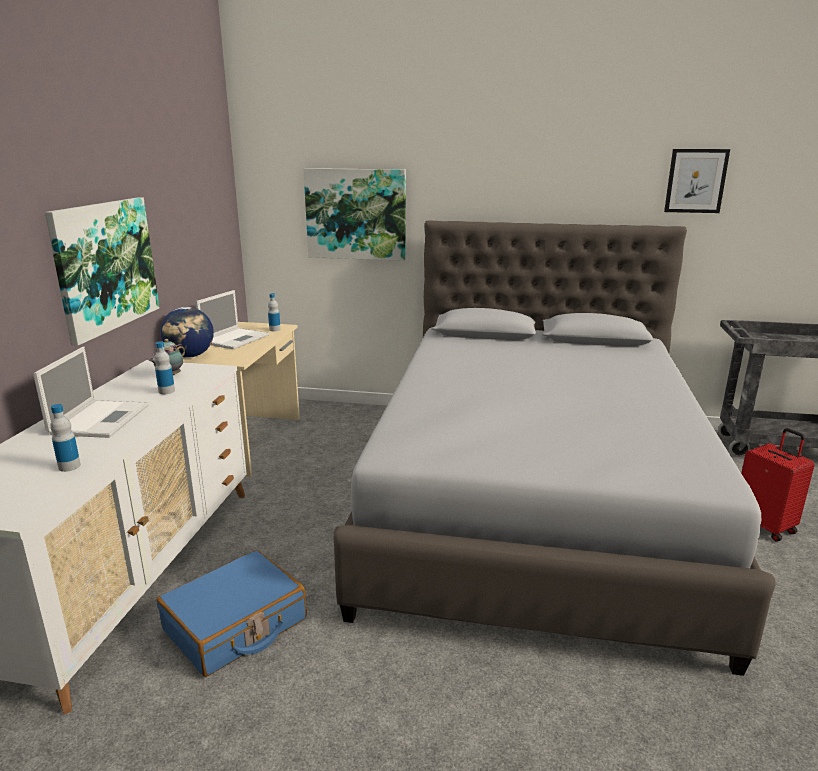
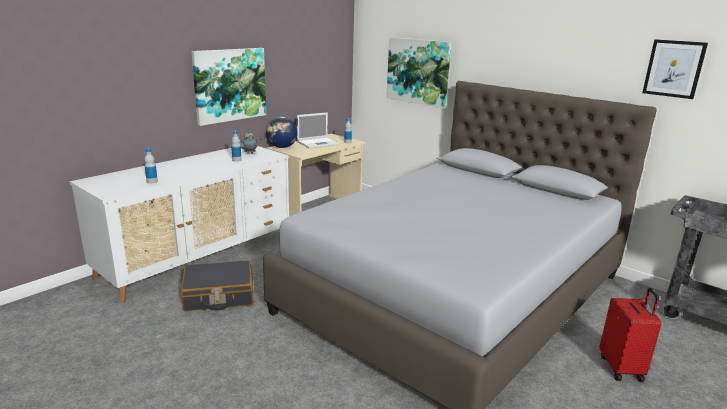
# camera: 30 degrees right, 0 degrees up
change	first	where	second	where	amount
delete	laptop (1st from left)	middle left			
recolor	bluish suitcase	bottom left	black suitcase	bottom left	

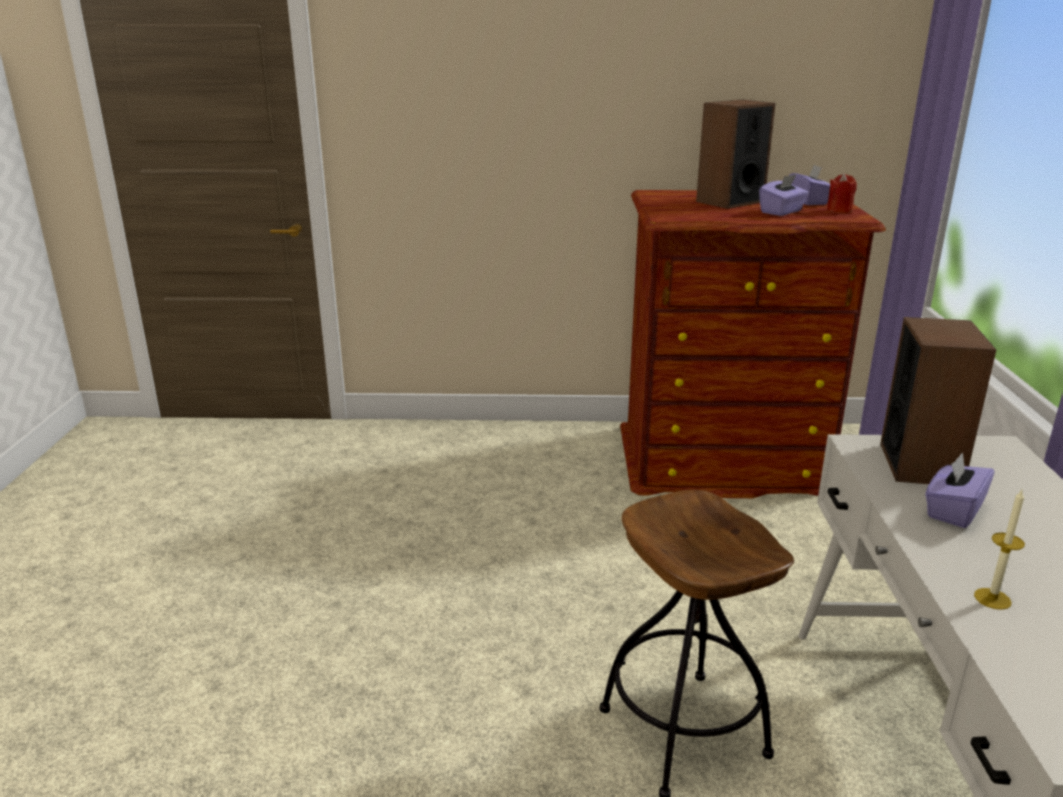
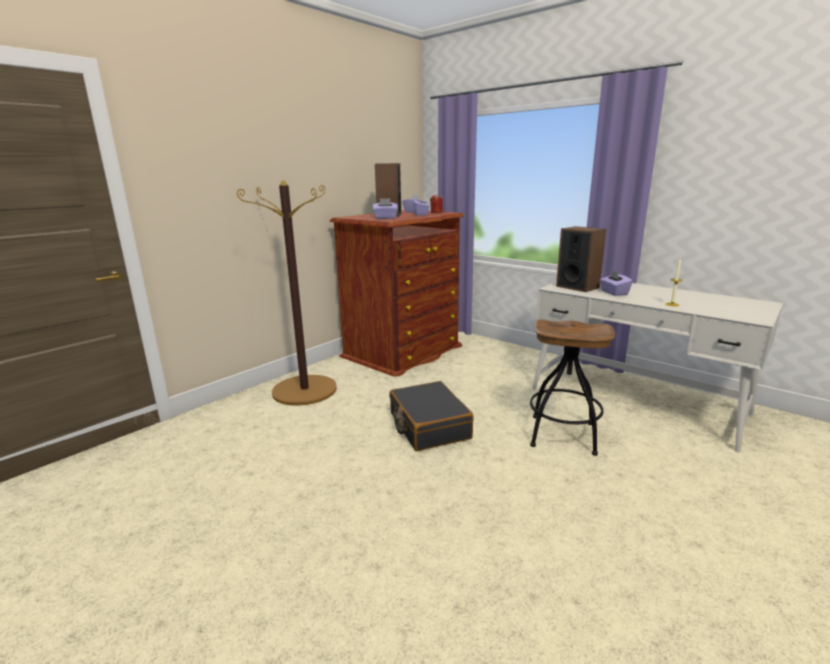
# camera: 50 degrees left, 5 degrees down
change	first	where	second	where	amount
insert			brown-coloured clothes rack	centre	
insert			purple-coloured box of tissues (1st from left)	top centre	
insert			black suitcase	centre	

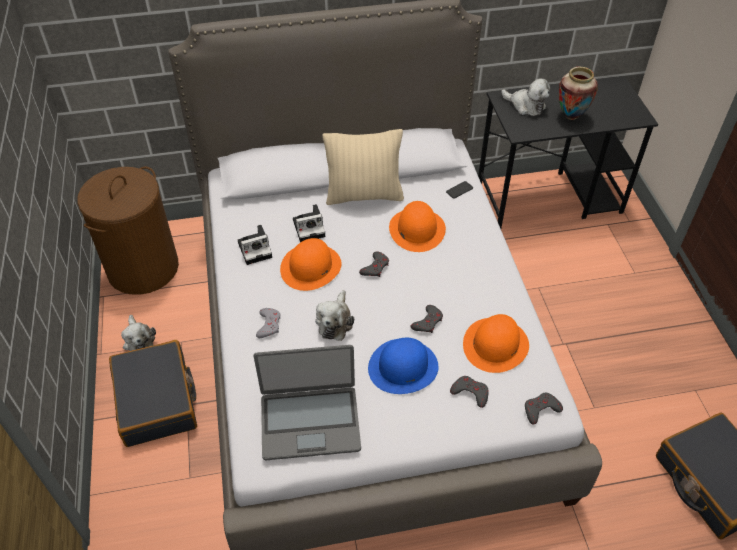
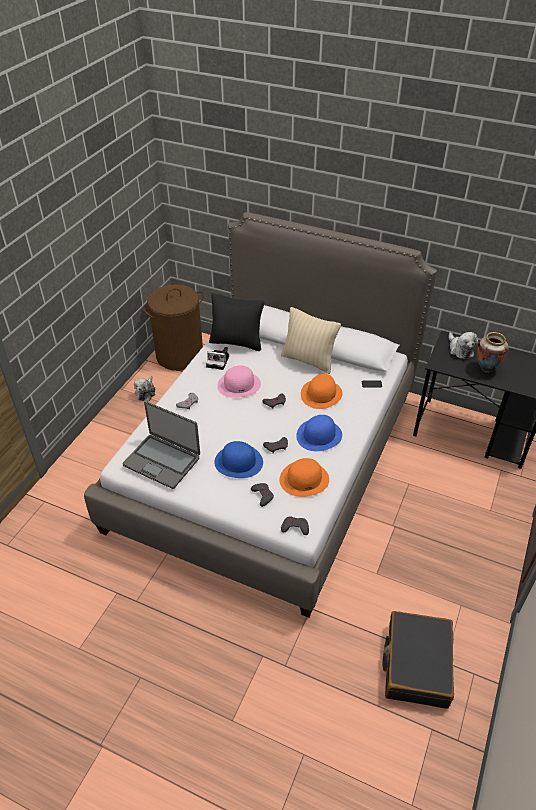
# camera: 35 degrees right, 5 degrees down
change	first	where	second	where	amount
delete	photo camera (2nd from left)	centre			
recolor	orangey clothing hat (1st from left)	centre	pink clothing hat	centre	
delete	soft toy (2nd from left)	centre			
delete	black suitcase (1st from left)	bottom left			
insert			black pillow	centre	
insert			bluish clothing hat (2nd from left)	centre	

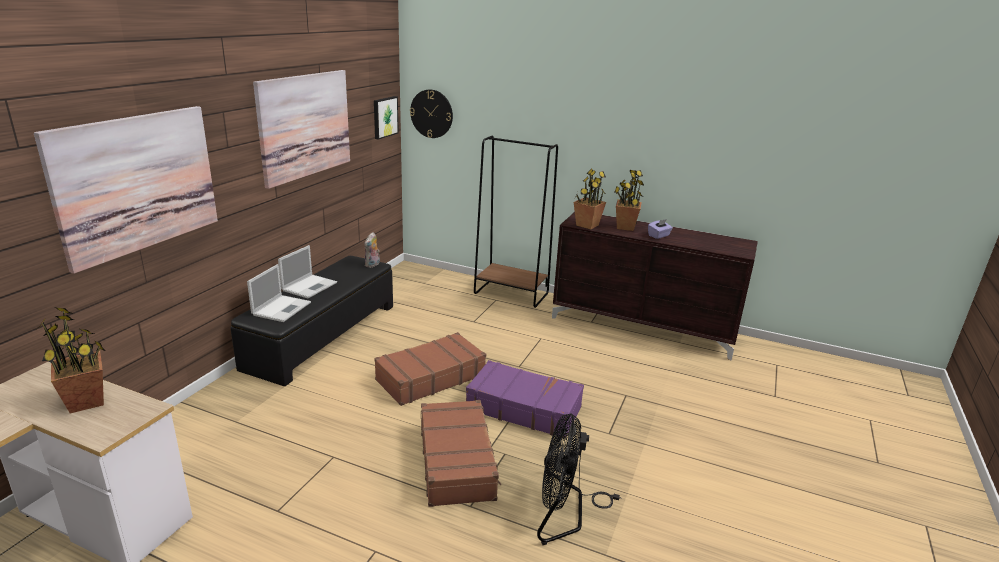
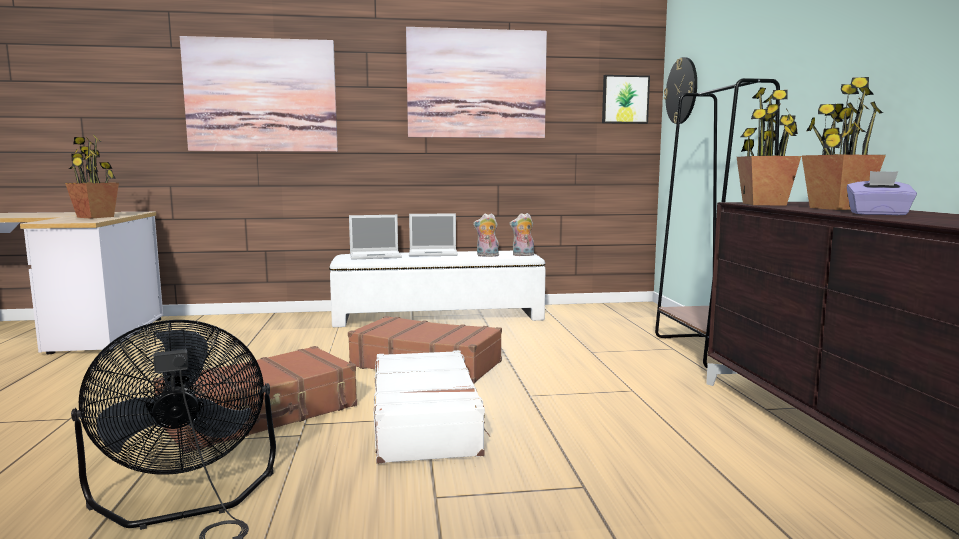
# camera: 60 degrees right, 15 degrees down
change	first	where	second	where	amount
recolor	black bench	middle left	white-coloured bench	centre	
recolor	purple-coloured suitcase	bottom centre	white-coloured suitcase	bottom centre	
insert			soft toy (1st from left)	centre	

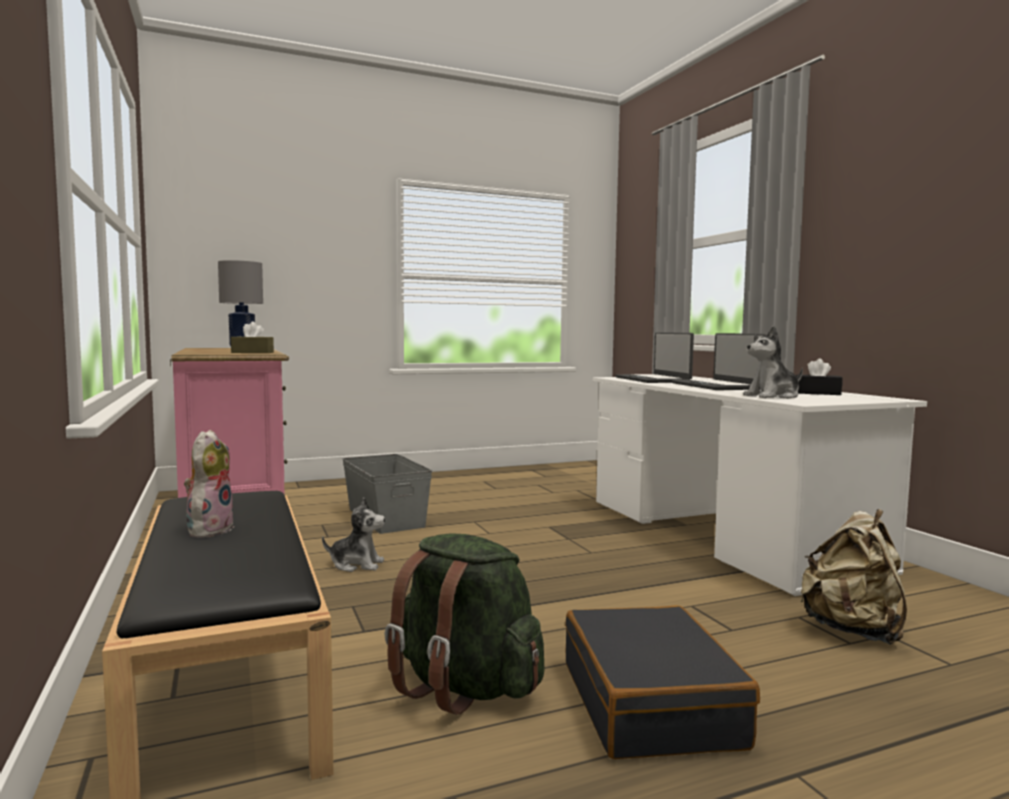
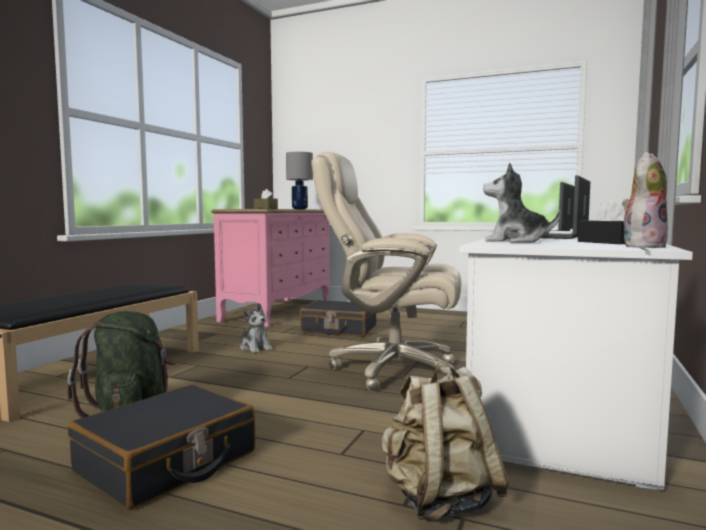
# camera: 45 degrees right, 0 degrees up
change	first	where	second	where	amount
move	soft toy (1st from left in the first image)	middle left	soft toy (3rd from left)	middle right	
replace	grey storage container	centre	black suitcase (2nd from left)	centre	
insert			beige-coloured office chair	centre	

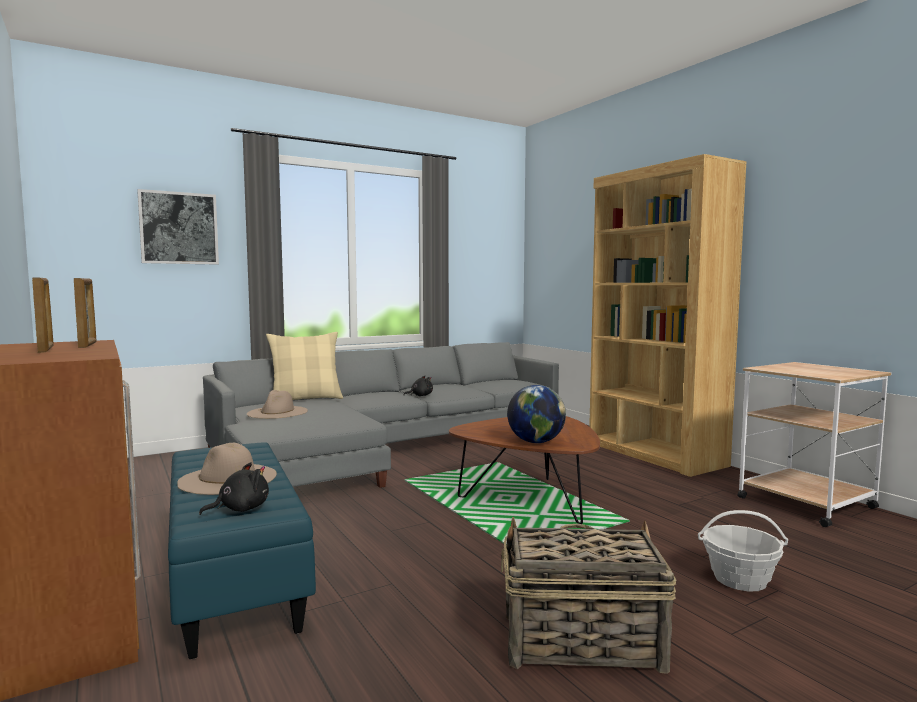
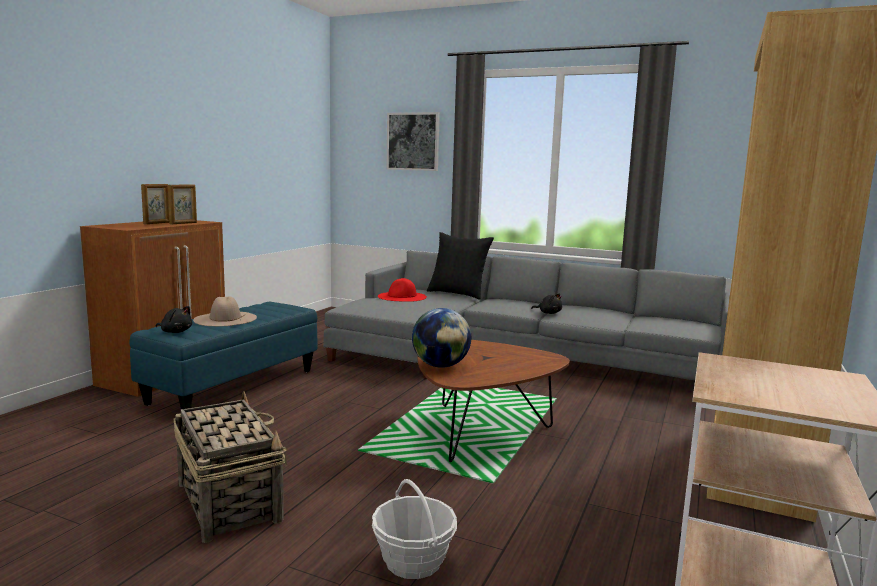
# camera: 55 degrees right, 5 degrees up
change	first	where	second	where	amount
recolor	beige-coloured pillow	middle left	black pillow	centre	
recolor	beige-coloured clothing hat (2nd from left)	middle left	reddish clothing hat	centre	

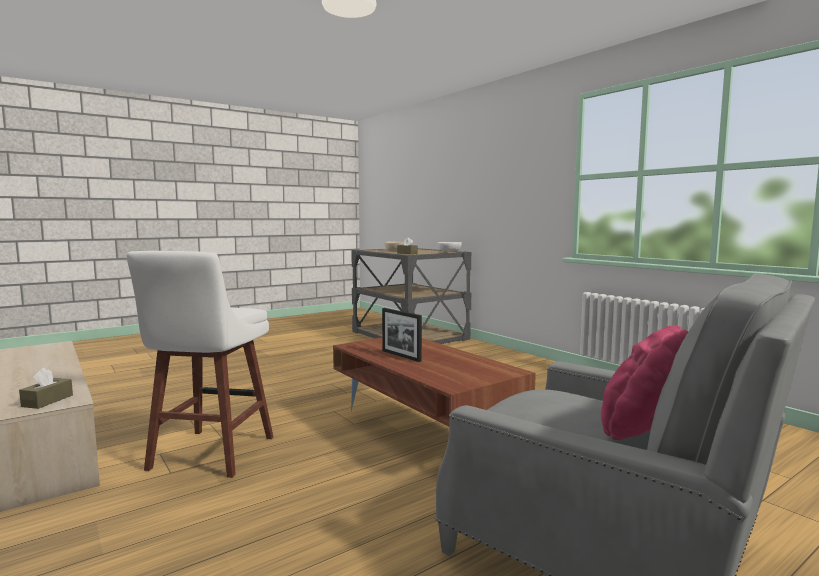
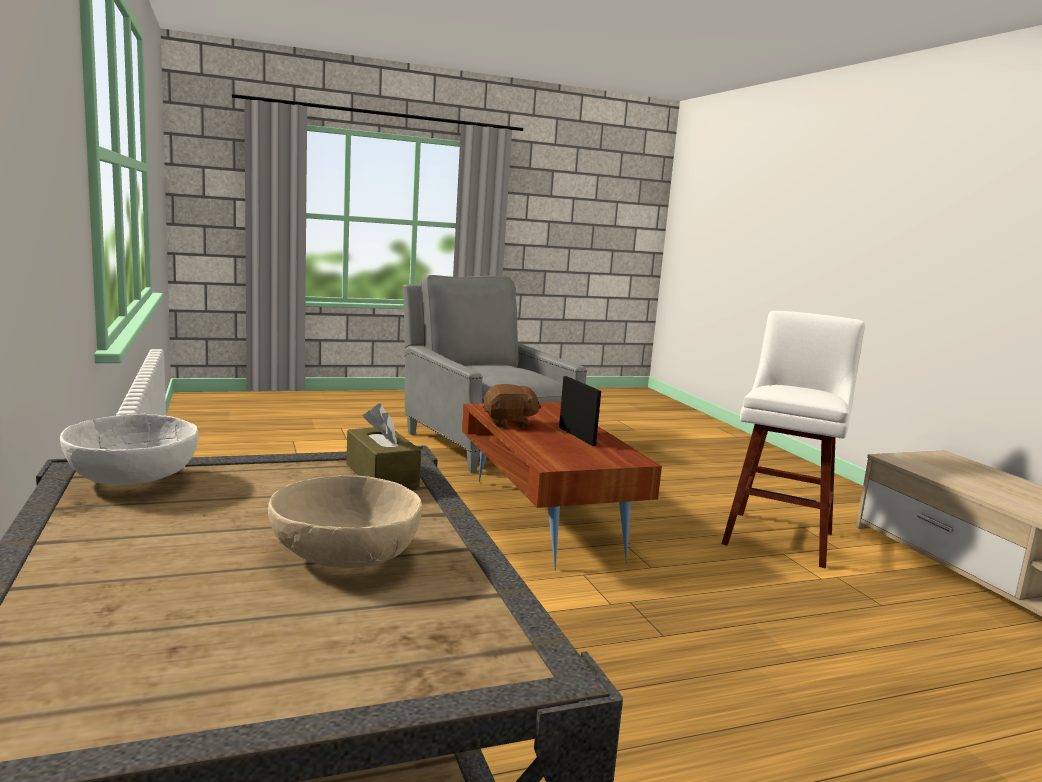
# camera: 165 degrees left, 5 degrees up
change	first	where	second	where	amount
delete	pink pillow	middle right			
delete	brown-coloured box of tissues (1st from left)	bottom left			
insert			brown-coloured soft toy	centre	

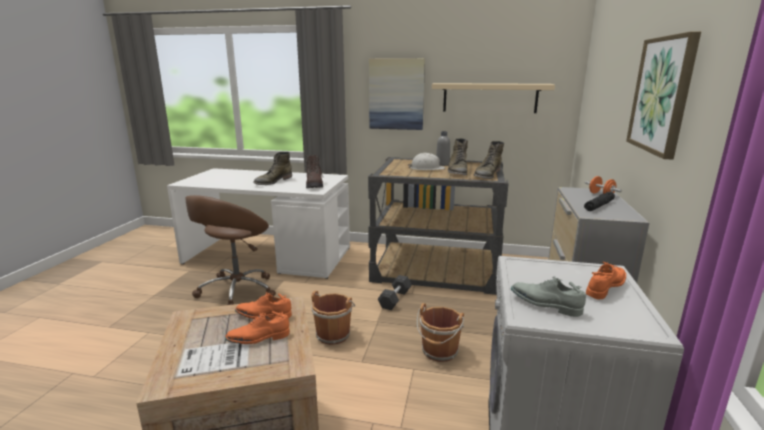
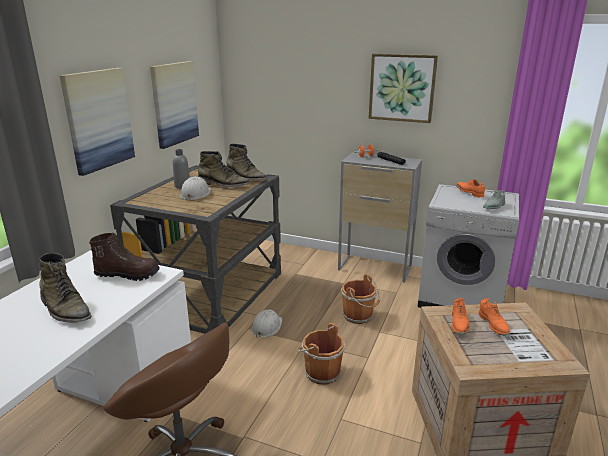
# camera: 80 degrees left, 5 degrees up
change	first	where	second	where	amount
replace	beige-coloured bracket shelf	top centre	picture (2nd from left)	top left	
replace	grey hand weight	bottom centre	white-coloured work helmet (2nd from left)	bottom centre	

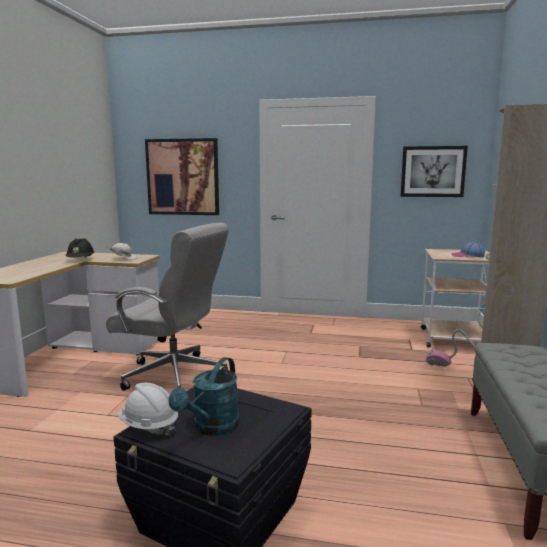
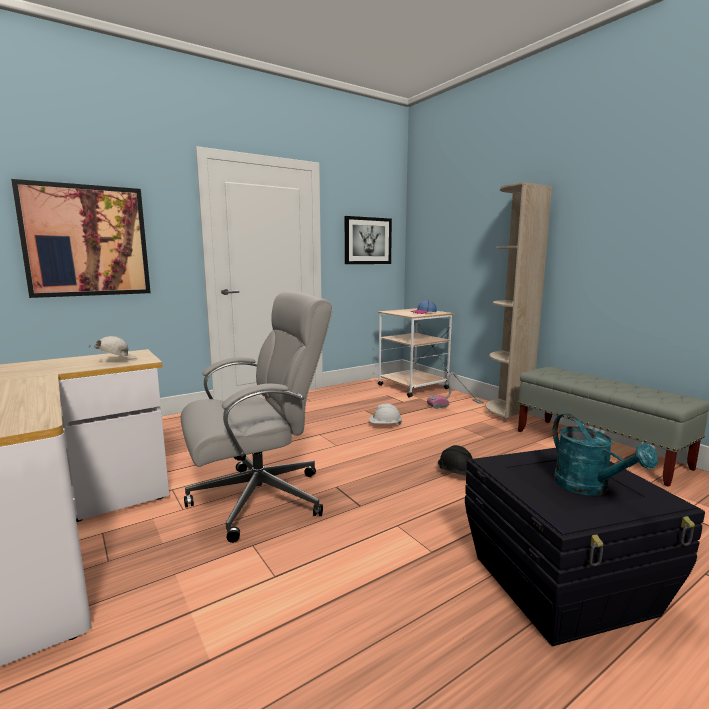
# camera: 45 degrees left, 0 degrees up
change	first	where	second	where	amount
move	black work helmet	middle left		centre	
move	white-coloured work helmet	bottom left		centre	

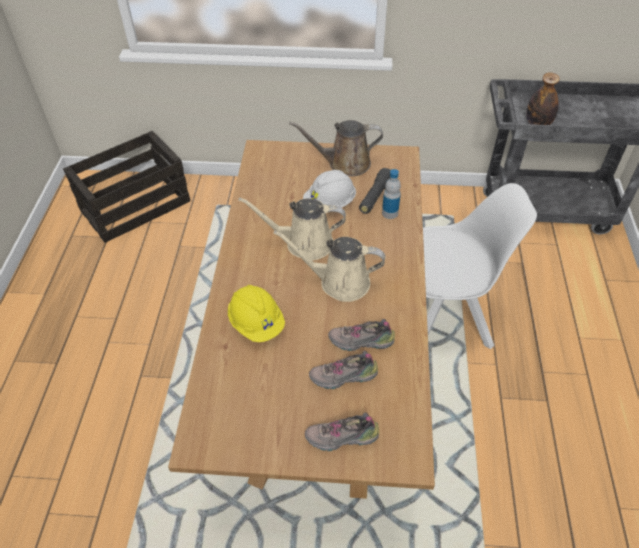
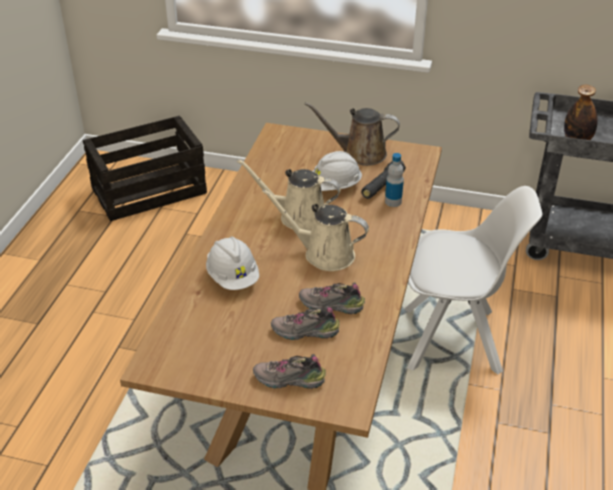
# camera: 10 degrees right, 10 degrees down
change	first	where	second	where	amount
recolor	yellowish work helmet	centre	white-coloured work helmet (1st from left)	centre	

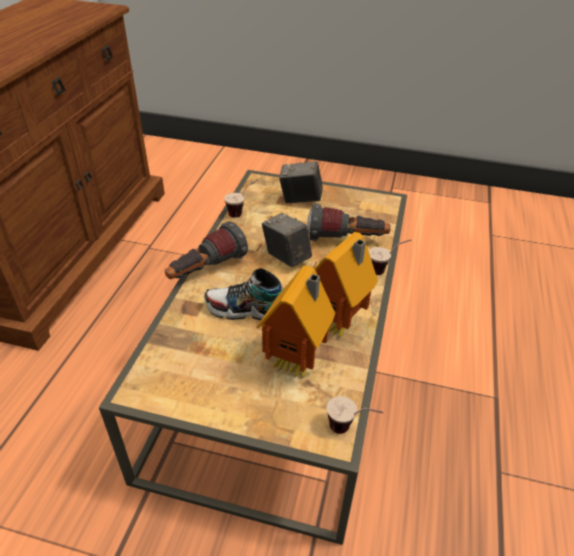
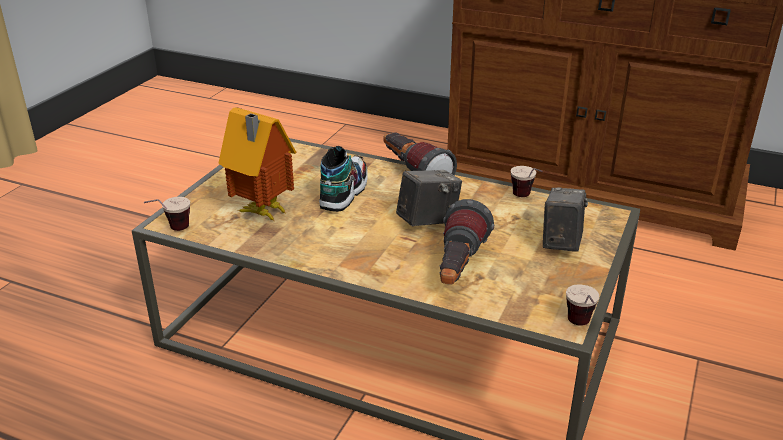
# camera: 100 degrees right, 10 degrees down
change	first	where	second	where	amount
delete	toy house (2nd from left)	centre			
move	drinking cup (3rd from left)	middle right		bottom right	

